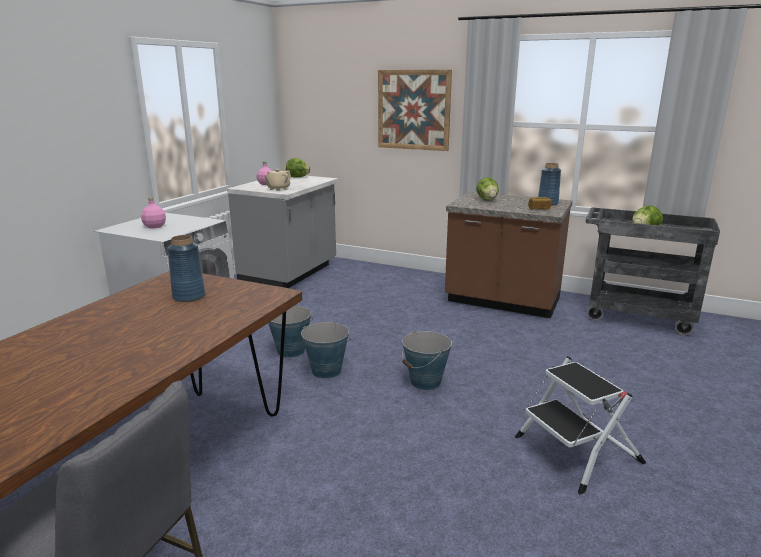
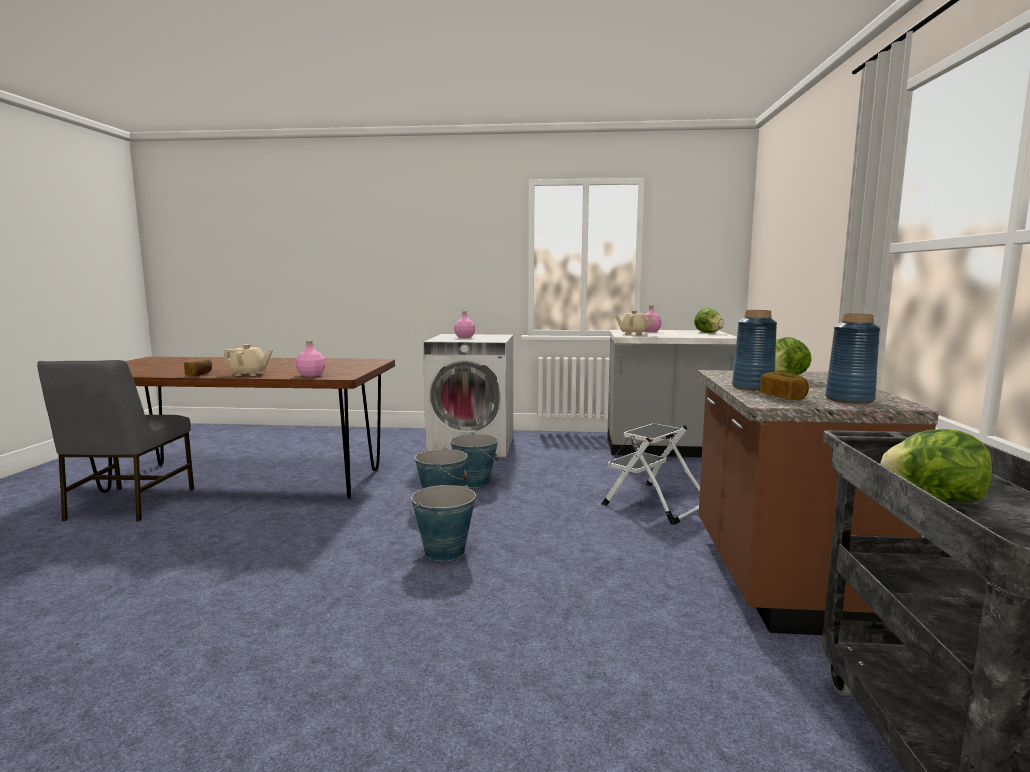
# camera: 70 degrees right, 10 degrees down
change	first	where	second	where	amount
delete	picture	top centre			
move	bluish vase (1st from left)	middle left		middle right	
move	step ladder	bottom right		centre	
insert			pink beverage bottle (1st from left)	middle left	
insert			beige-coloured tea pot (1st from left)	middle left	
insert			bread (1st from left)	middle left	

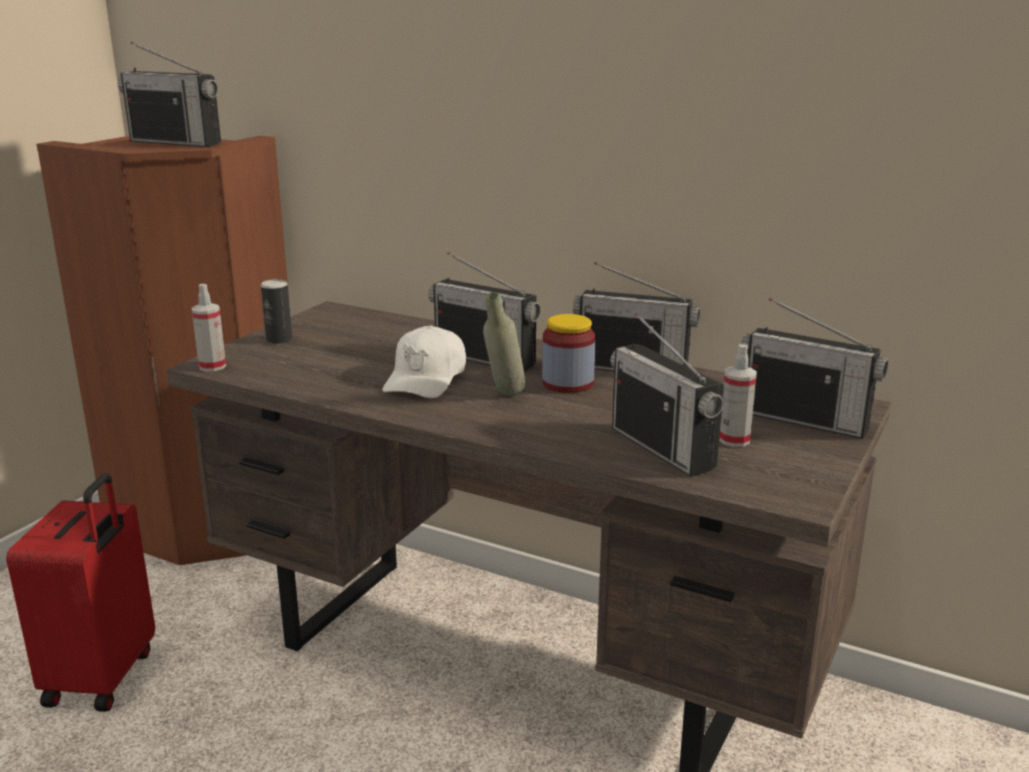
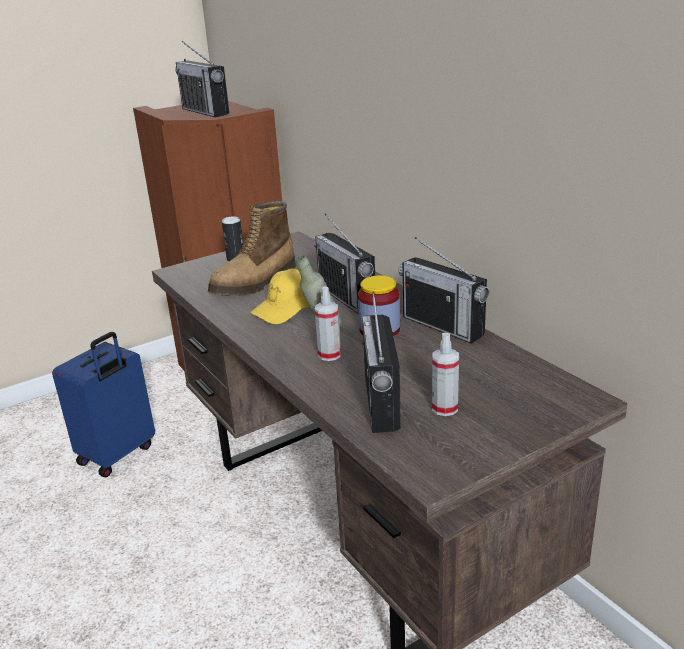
# camera: 30 degrees right, 5 degrees up
change	first	where	second	where	amount
move	spray bottle (1st from left)	middle left		centre	
delete	radio (5th from left)	middle right			
recolor	white-coloured peaked cap	centre	yellowish peaked cap	centre	
recolor	reddish suitcase	bottom left	bluish suitcase	middle left	
insert			boot	centre	

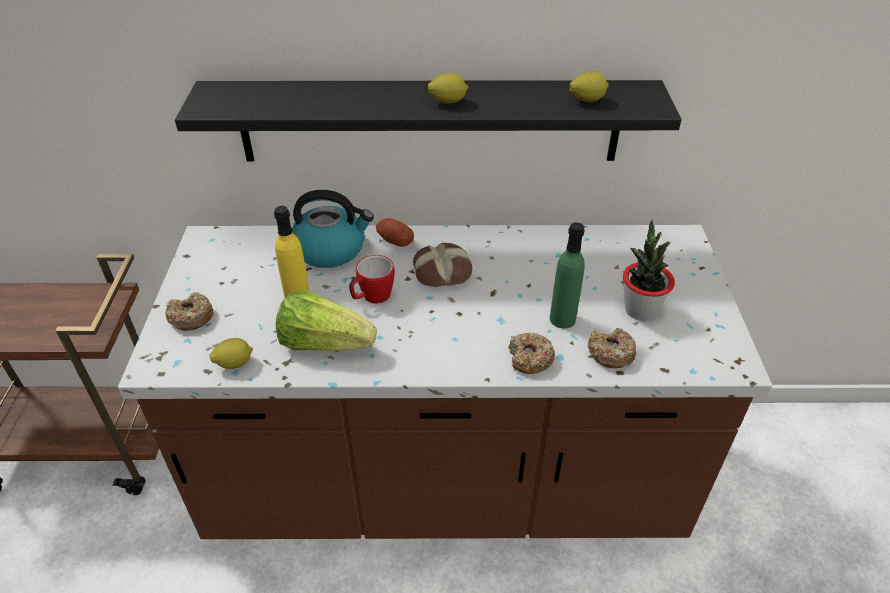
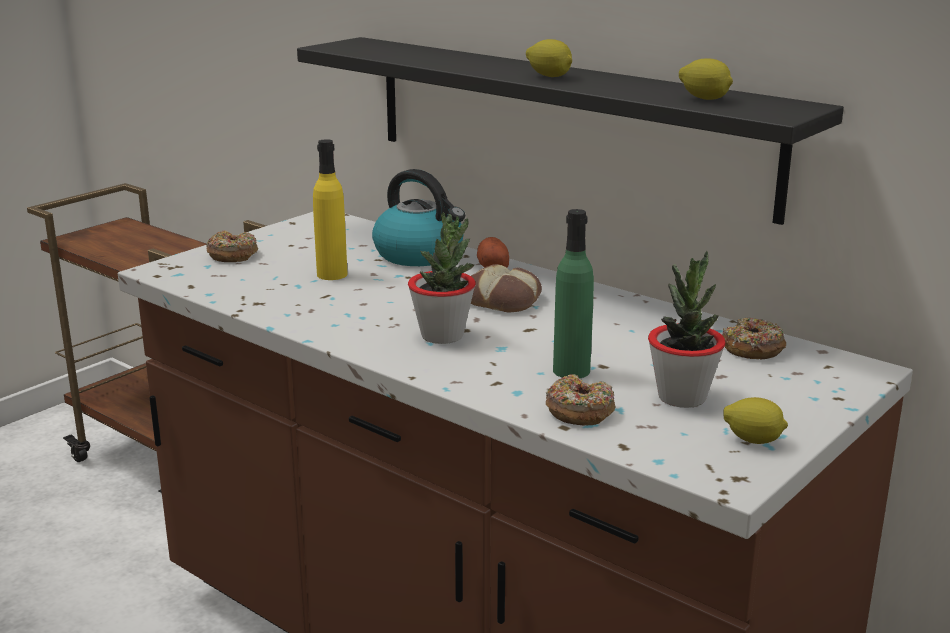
# camera: 40 degrees right, 20 degrees down
change	first	where	second	where	amount
delete	tea mug	centre			
delete	lettuce head	centre			
move	ring doughnut (2nd from left in the first image)	centre	ring doughnut (3rd from left)	middle right	
move	lemon (1st from left in the first image)	middle left	lemon (3rd from left)	middle right	
insert			plant in a pot (1st from left)	centre	

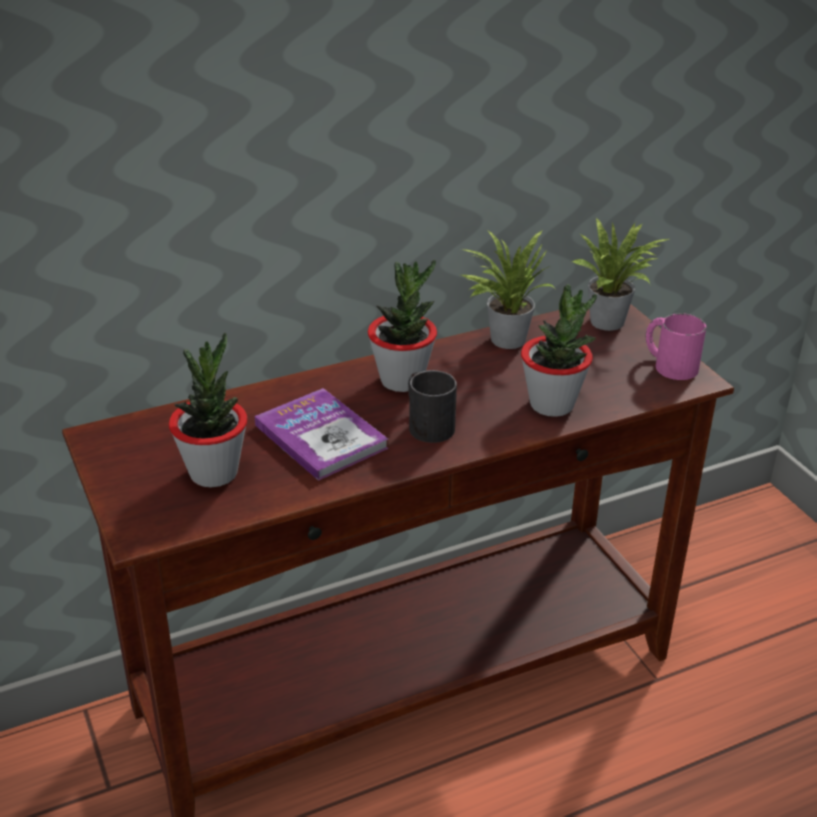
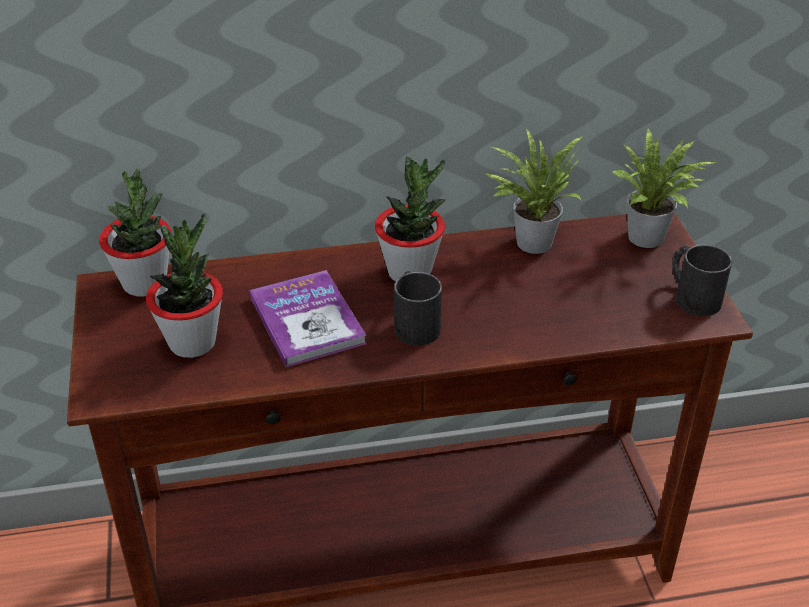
# camera: 15 degrees right, 5 degrees up
change	first	where	second	where	amount
move	plant in a pot (4th from left in the first image)	middle right	plant in a pot (1st from left)	middle left	
recolor	pink tea mug	middle right	black tea mug (2nd from left)	middle right	

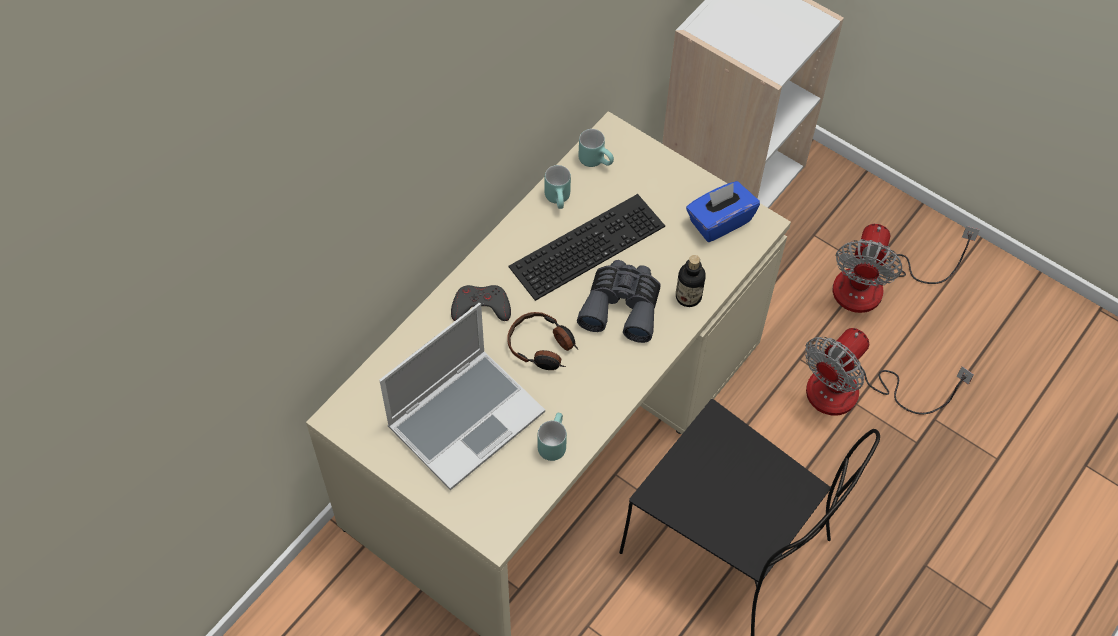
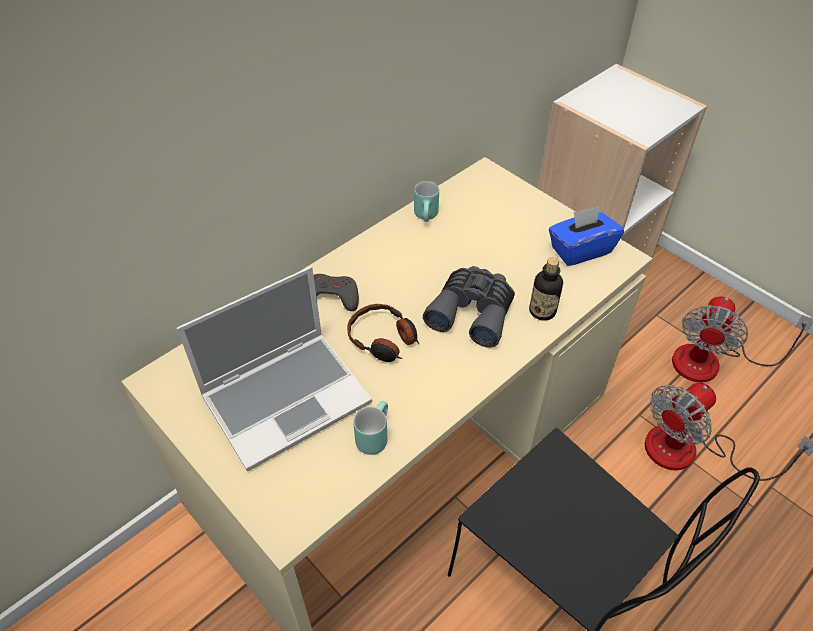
# camera: 10 degrees right, 10 degrees down
change	first	where	second	where	amount
delete	turquoise-coloured tea mug (3rd from left)	top centre			
delete	computer keyboard	centre			

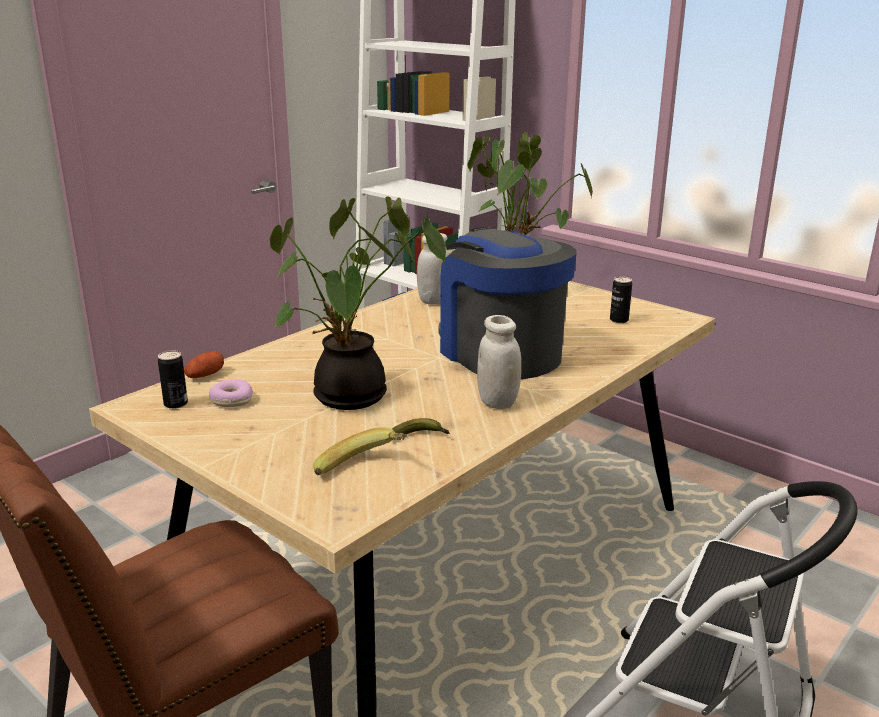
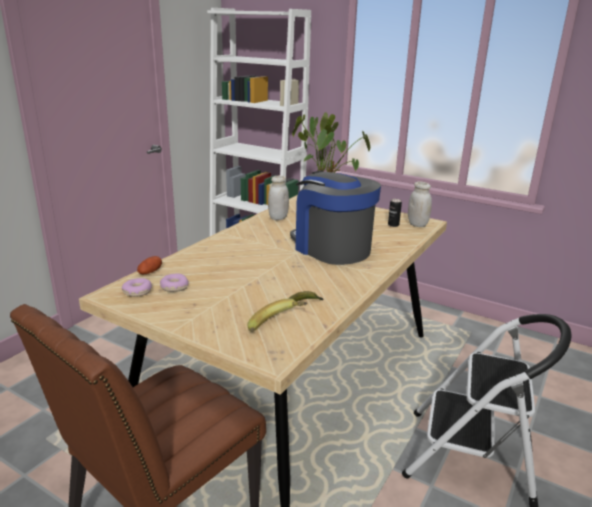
# camera: 10 degrees left, 0 degrees up
change	first	where	second	where	amount
delete	plant in a pot (1st from left)	centre			
move	white-coloured storage jar (2nd from left)	centre		middle right	
replace	can (1st from left)	middle left	ring doughnut (1st from left)	middle left	

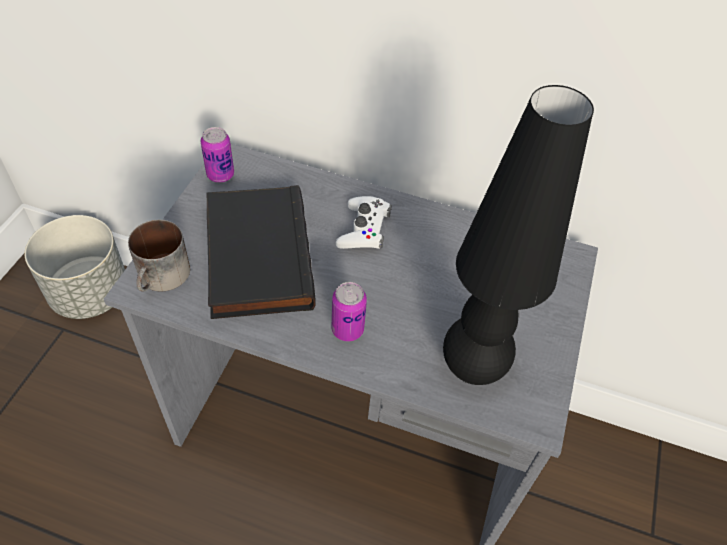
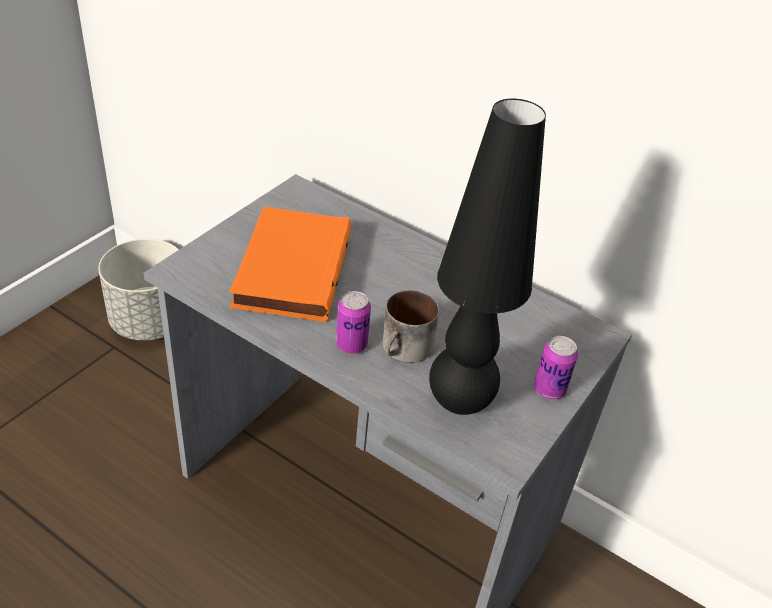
# camera: 15 degrees right, 10 degrees down
change	first	where	second	where	amount
move	can (1st from left in the first image)	top left	can (2nd from left)	middle right	
recolor	black volume	centre	orangey volume	centre	
delete	white-coloured gamepad	centre			
move	tea mug	middle left		centre	

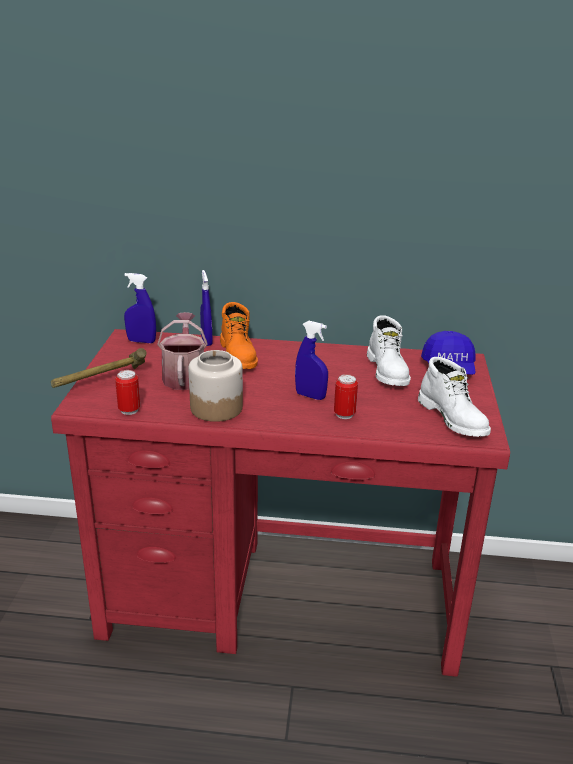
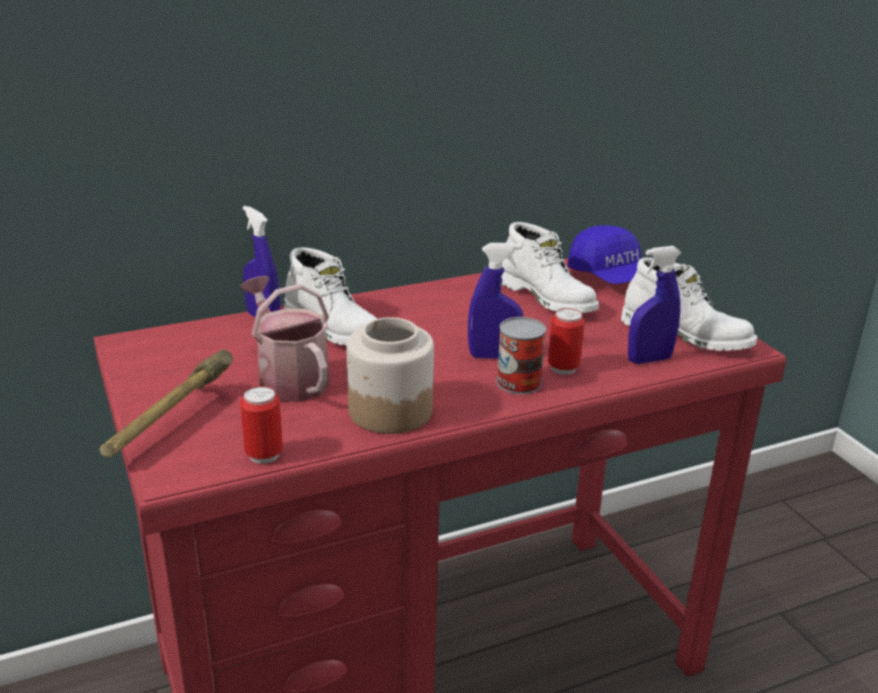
# camera: 30 degrees left, 0 degrees up
change	first	where	second	where	amount
move	bluish spray bottle (1st from left in the first image)	middle left	bluish spray bottle (3rd from left)	middle right	
recolor	orangey boot	centre	white-coloured boot (1st from left)	centre	
insert			can (2nd from left)	centre	

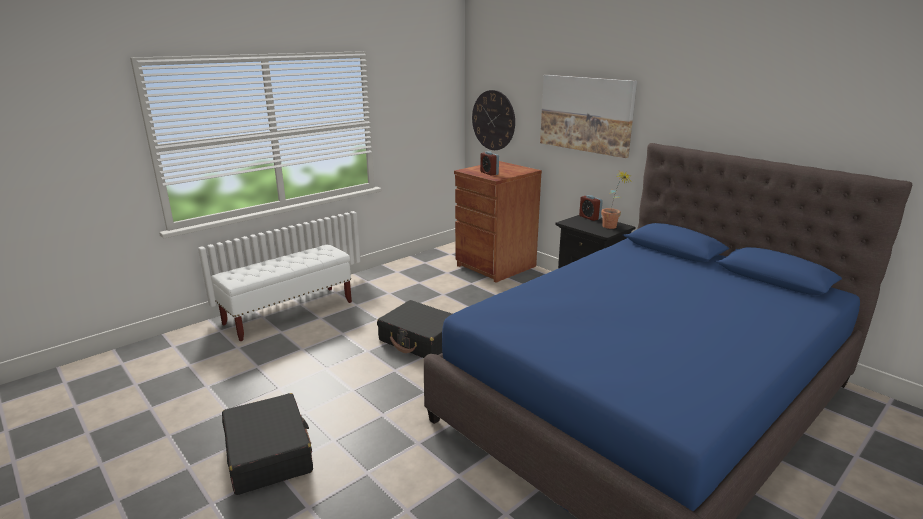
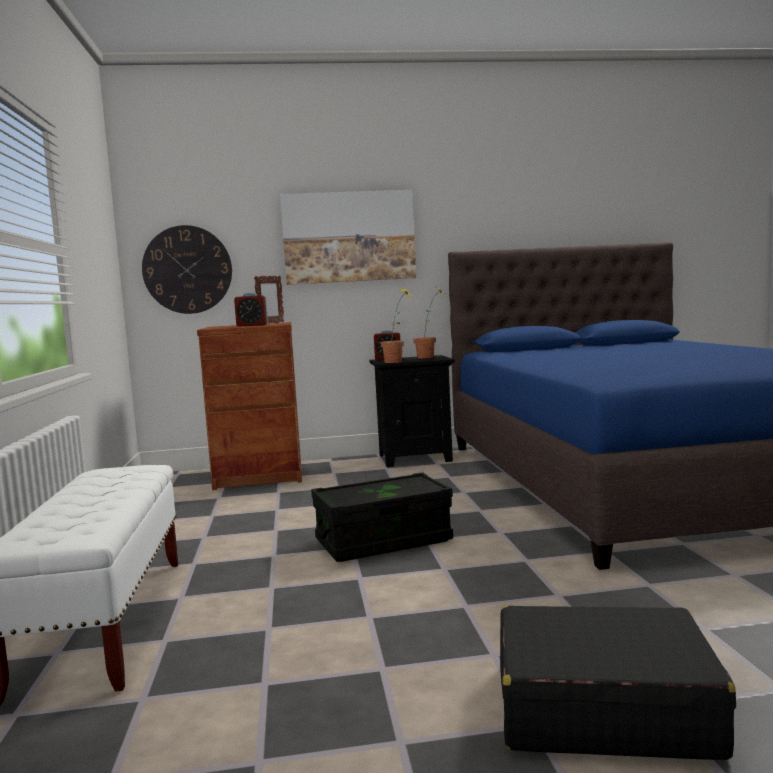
# camera: 55 degrees left, 15 degrees down
change	first	where	second	where	amount
replace	black suitcase (2nd from left)	centre	black storage container	bottom centre	
insert			photo frame	centre	
insert			plant in a pot (1st from left)	centre	

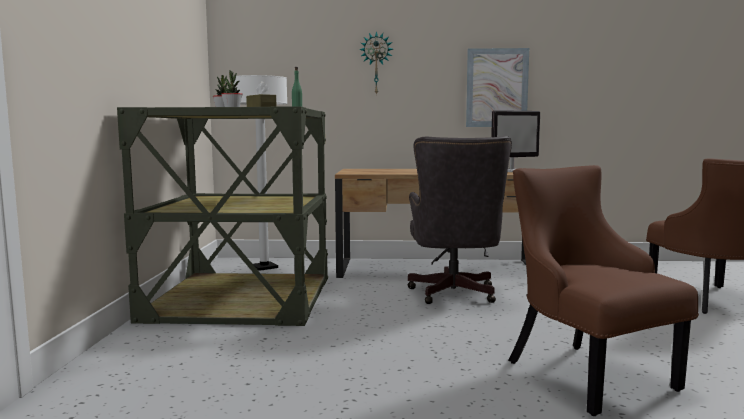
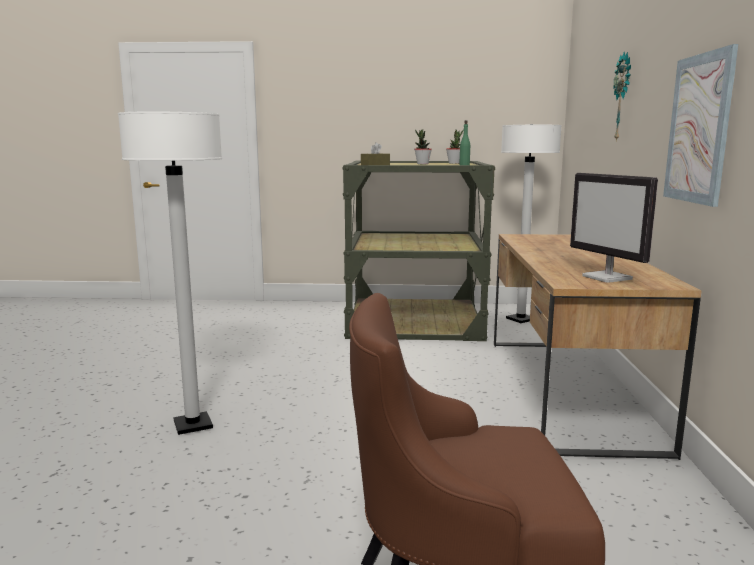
# camera: 90 degrees right, 5 degrees up
change	first	where	second	where	amount
delete	grey office chair	centre			
replace	brown-coloured plain chair (1st from left)	bottom right	white-coloured standard lamp (1st from left)	middle left	

